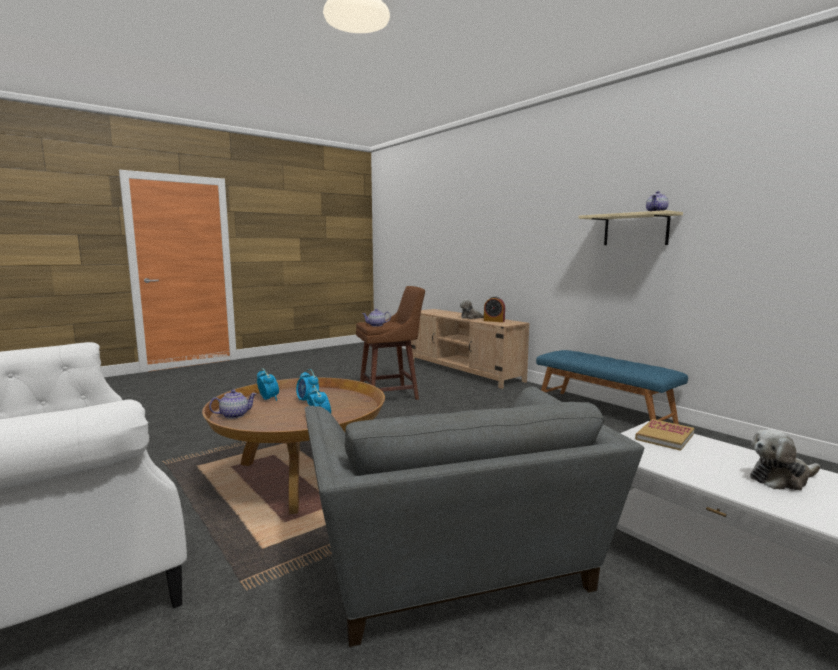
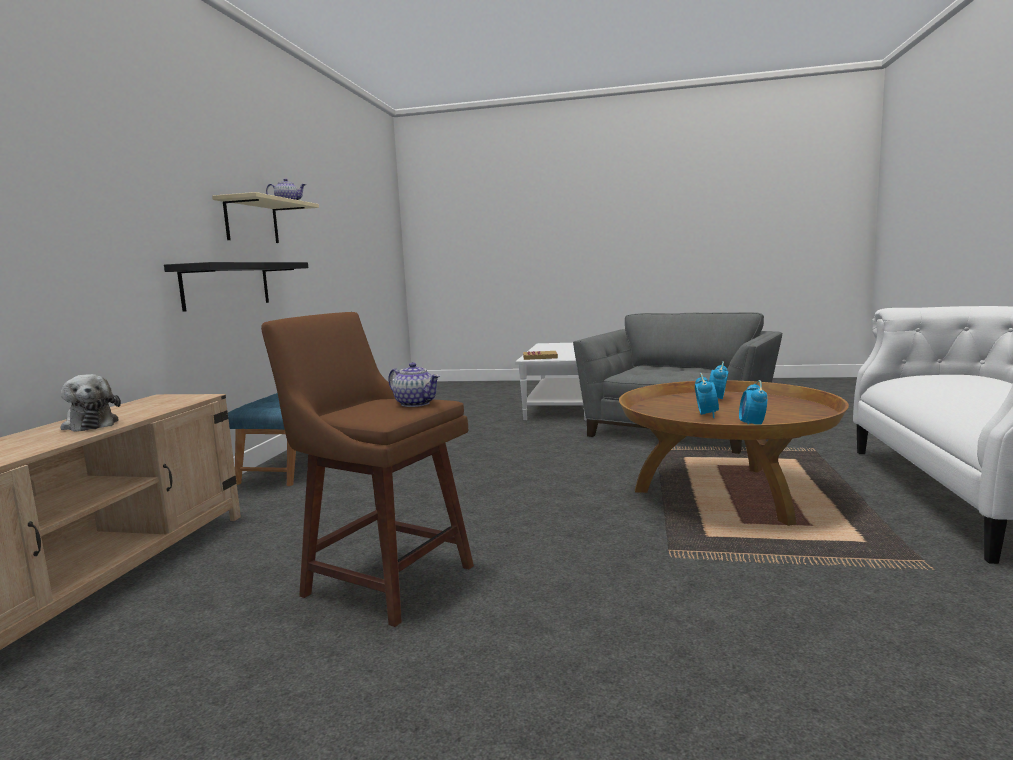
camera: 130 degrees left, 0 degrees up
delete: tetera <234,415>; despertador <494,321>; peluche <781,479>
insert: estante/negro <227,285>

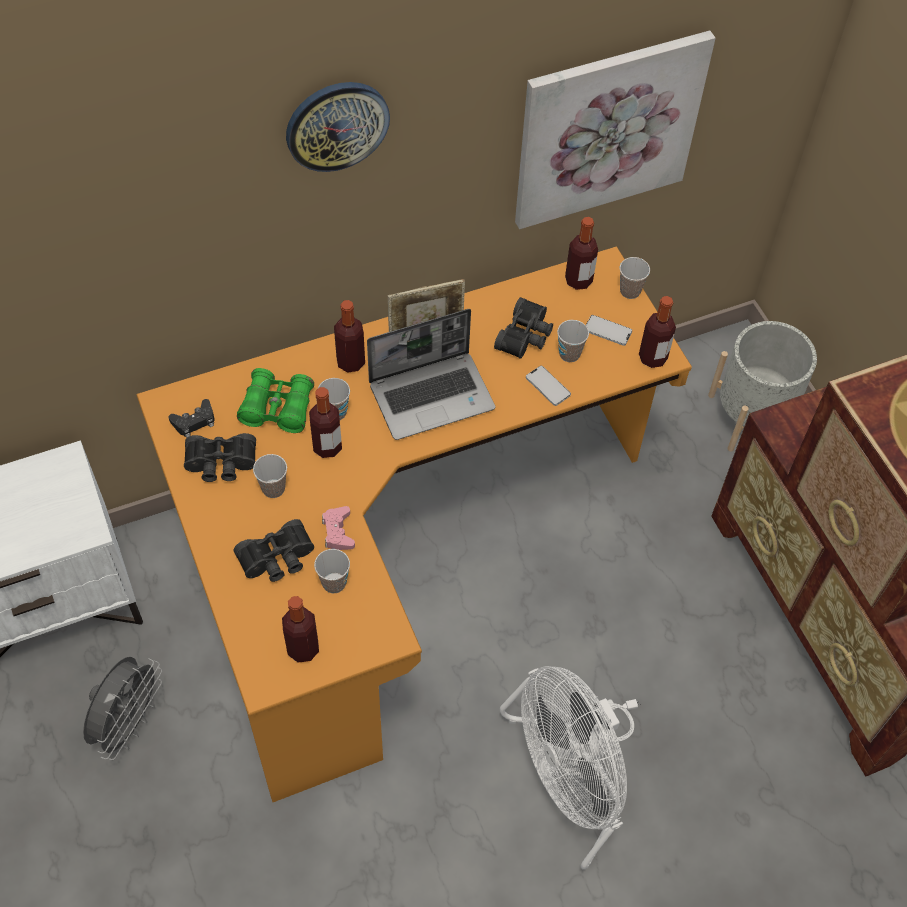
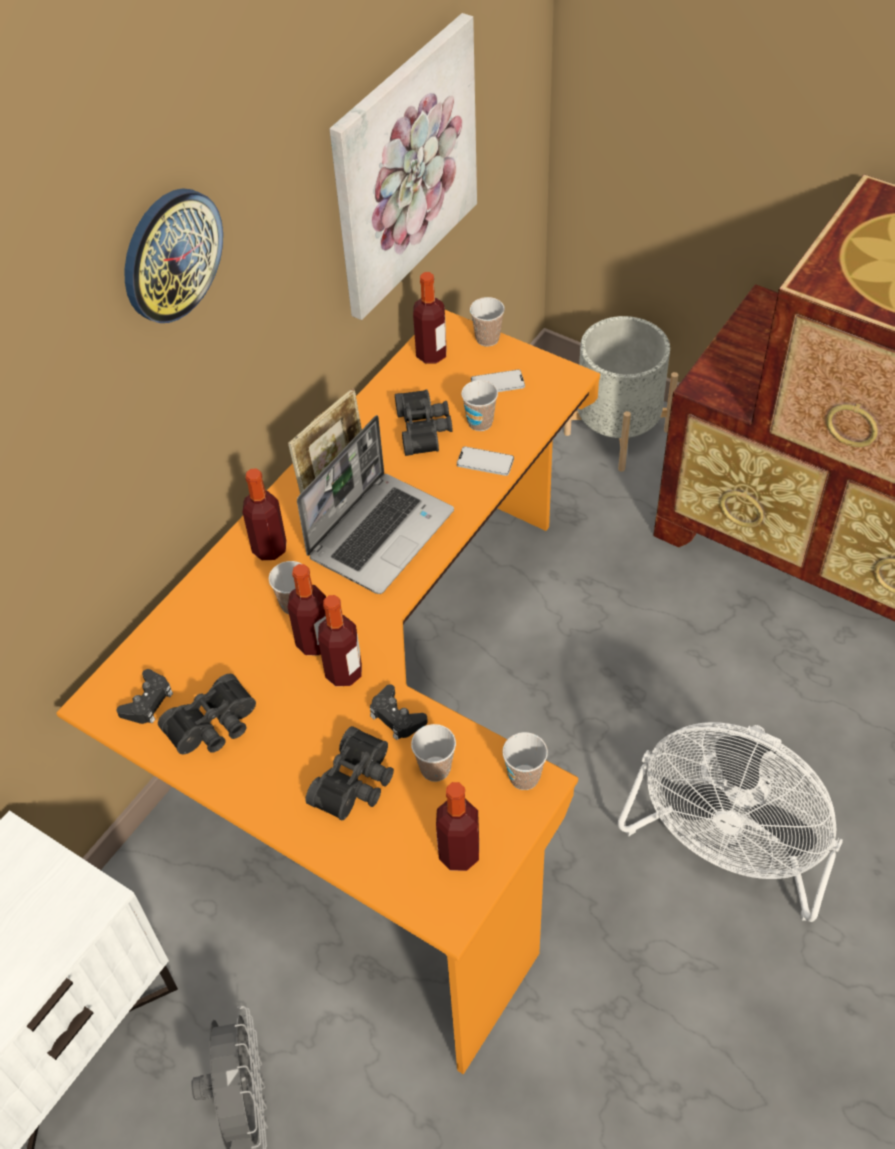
camera: 30 degrees left, 5 degrees down
delete: prismáticos/verde <277,408>
move: taza <273,488> to <524,777>; botella <652,357> to <344,672>
recolor: mando de consola/rosa <338,532> to mando de consola/negro <396,717>

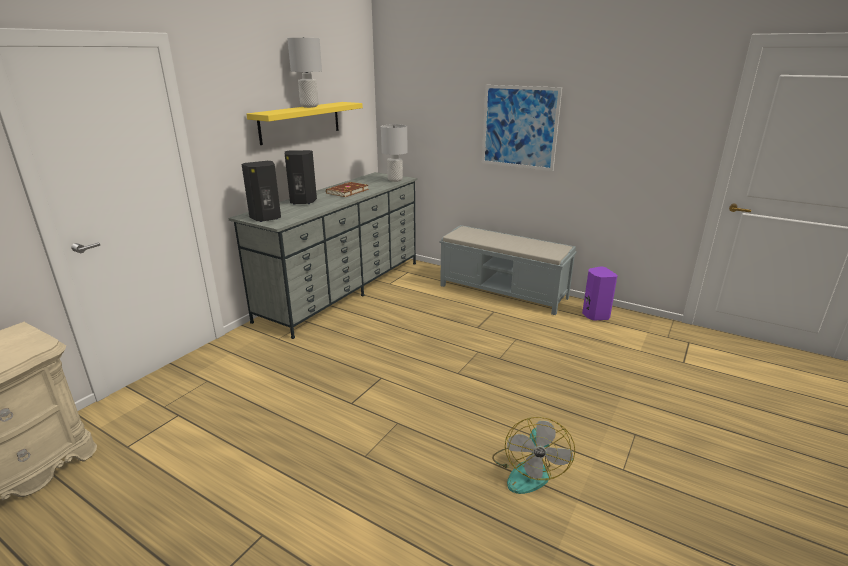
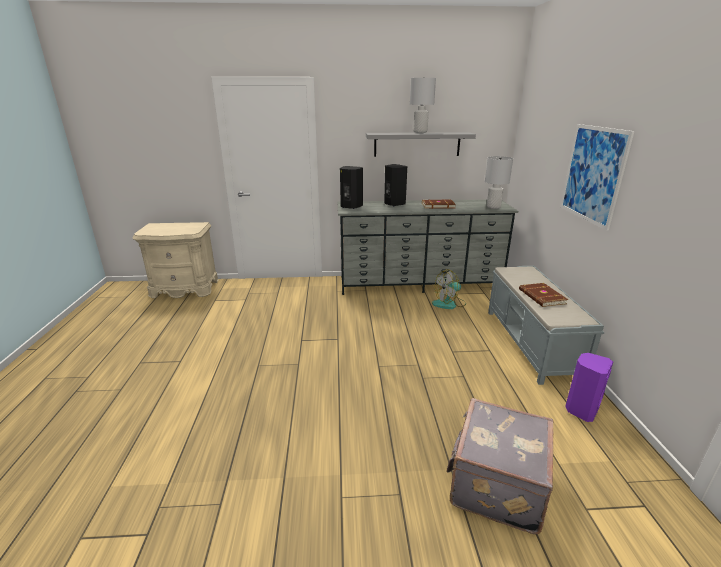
camera: 55 degrees right, 0 degrees up
insert: maleta/gris <495,484>; libro/marrón <541,297>
move: ventilador <528,470> to <449,304>
recolor: estante/amarillo <300,122> to estante/gris <417,144>

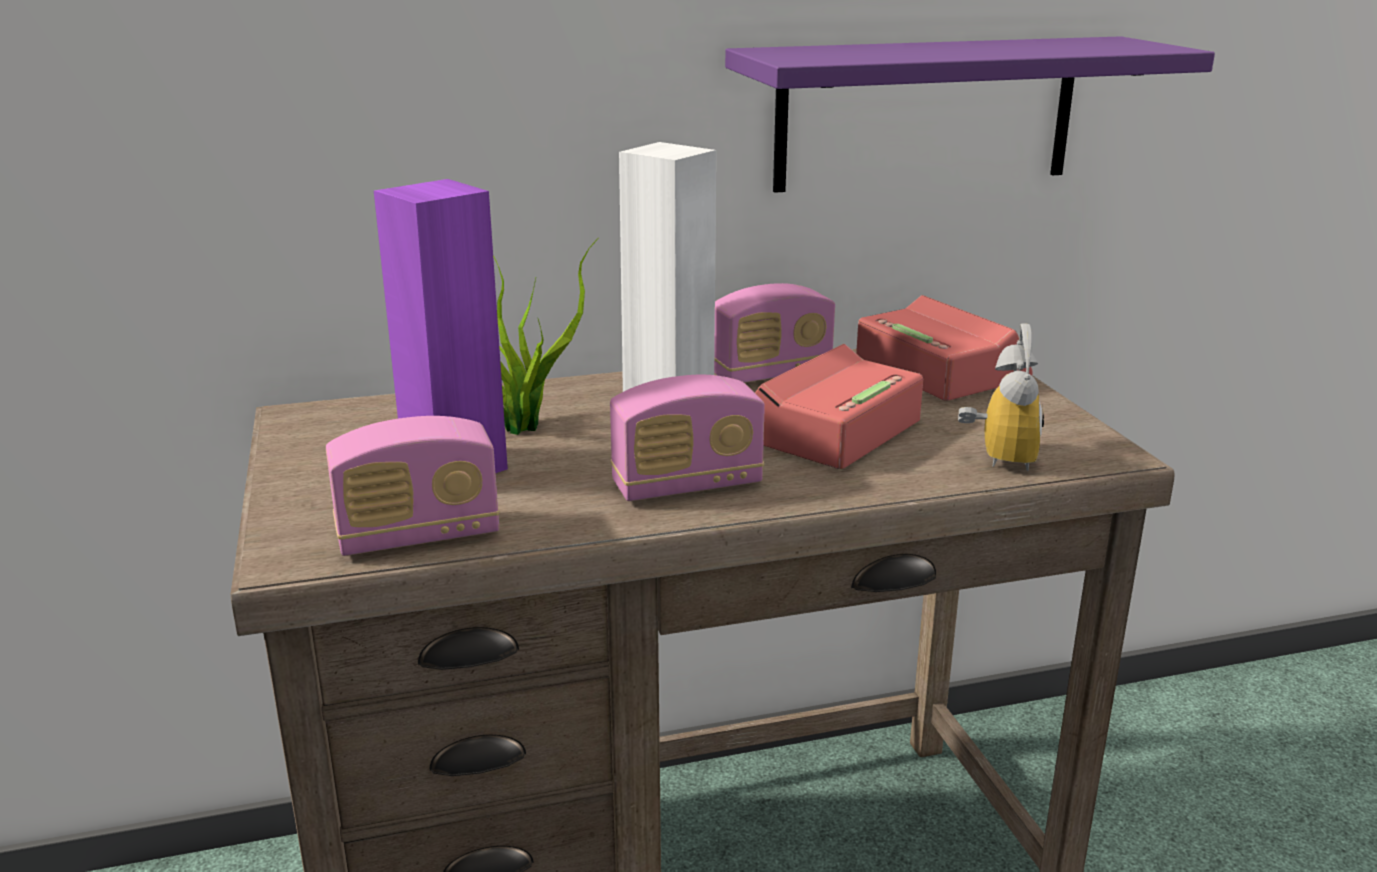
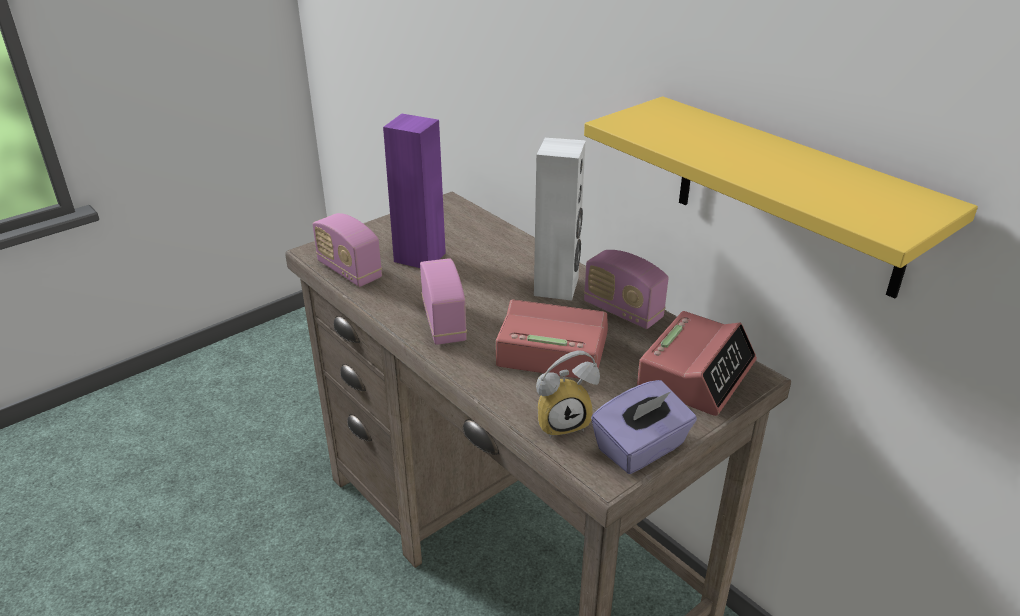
camera: 65 degrees right, 10 degrees up
delete: planta en maceta <526,426>
insert: caja de pañuelos/morado <641,448>
recolor: estante/morado <926,113> to estante/amarillo <788,195>
rotate: radio <687,486> = <444,323> 150 degrees counterclockwise

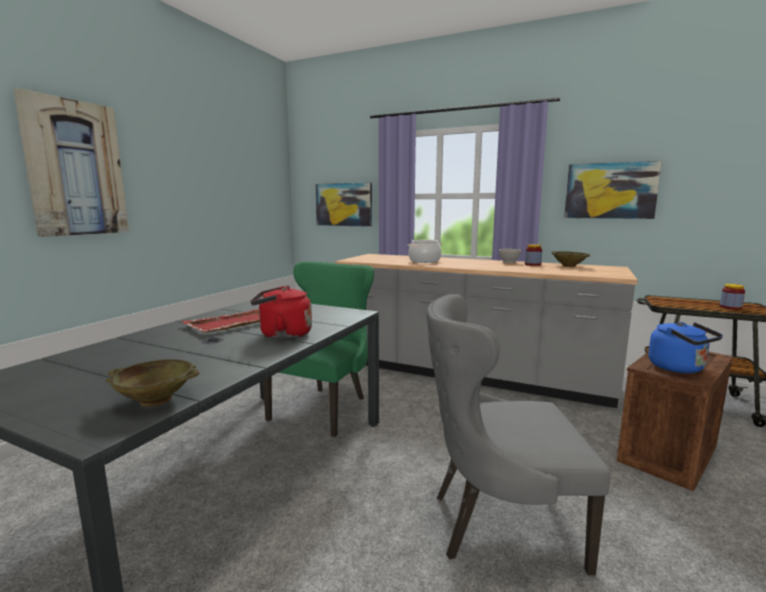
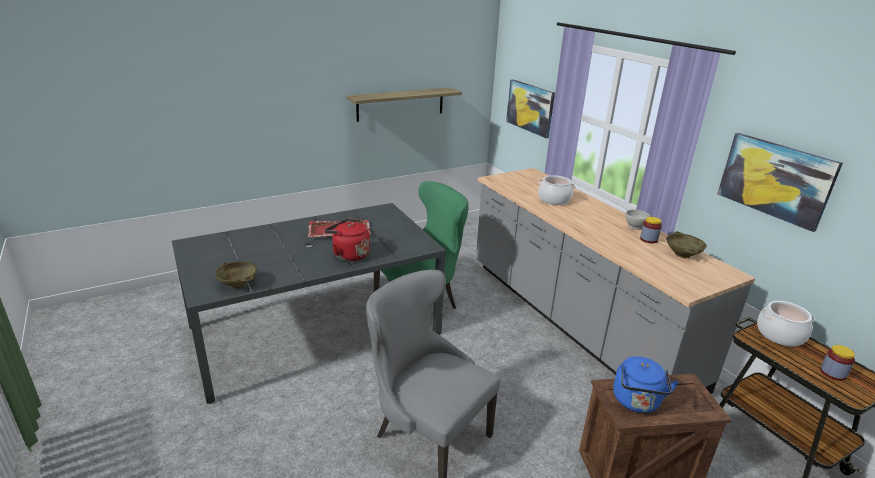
camera: 35 degrees right, 15 degrees up
delete: cuadro <75,168>
insert: estante <400,104>; olla <780,335>

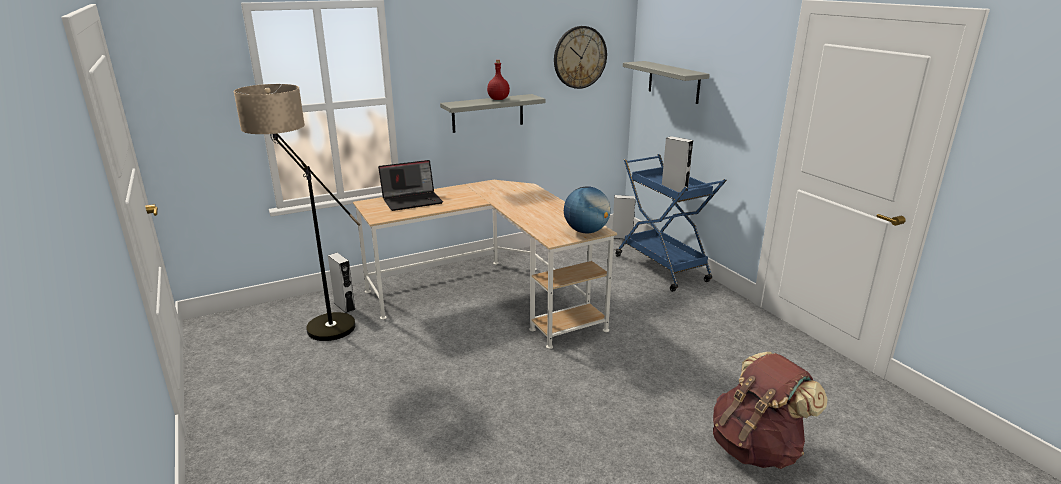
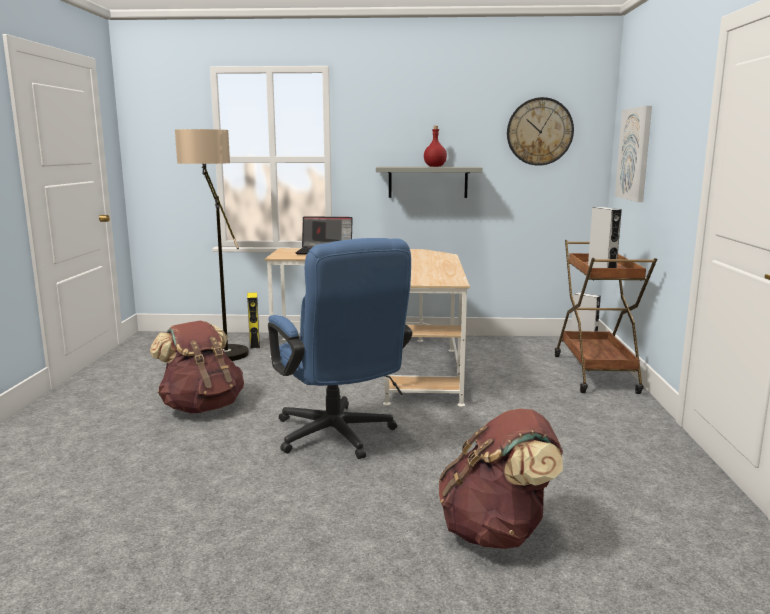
camera: 30 degrees right, 10 degrees down
delete: globo terráqueo <586,231>
insert: mochila/marrón <202,407>; silla de oficina/azul <339,438>
replace: estante/gris <673,82> to cuadro <634,154>
recolor: altavoz/gris <344,306> to altavoz/amarillo <254,344>; carrito/azul <661,269> to carrito/marrón <595,374>

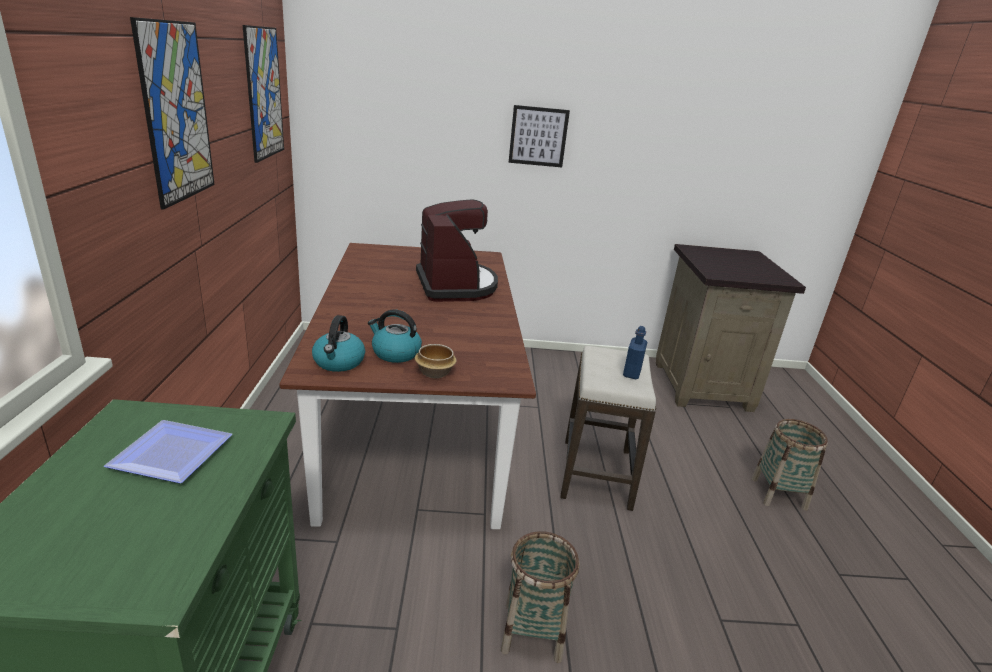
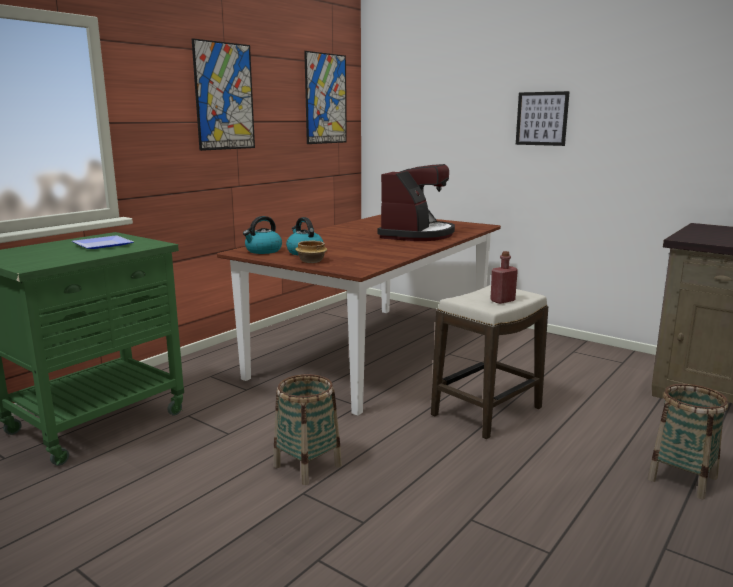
camera: 40 degrees right, 10 degrees down
recolor: botella/azul <631,373> to botella/rojo <502,301>

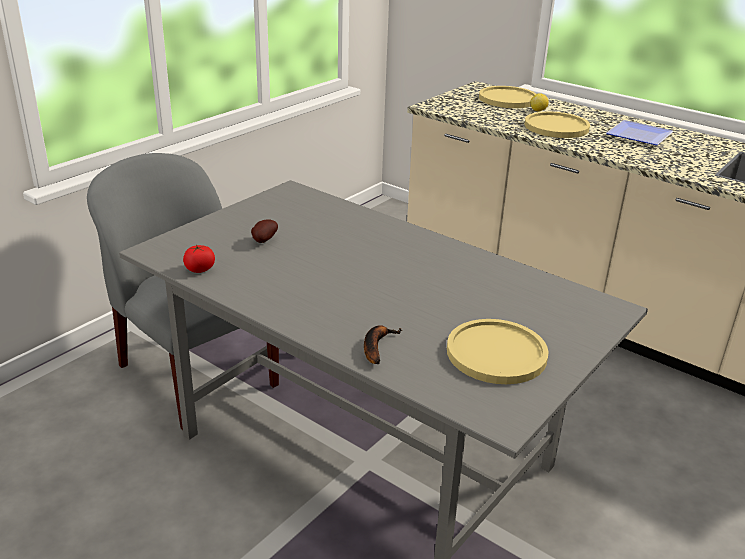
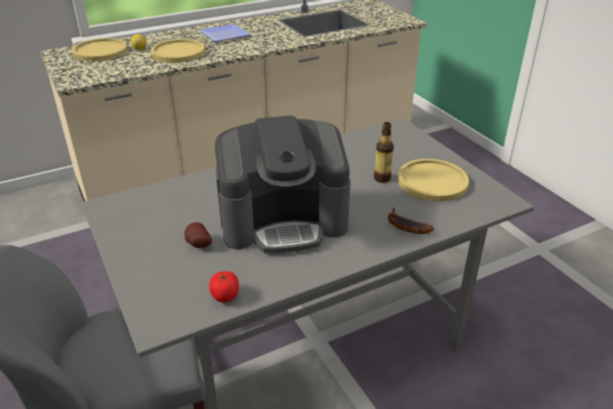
camera: 65 degrees left, 5 degrees up
insert: cafetera <283,220>; botella <382,178>

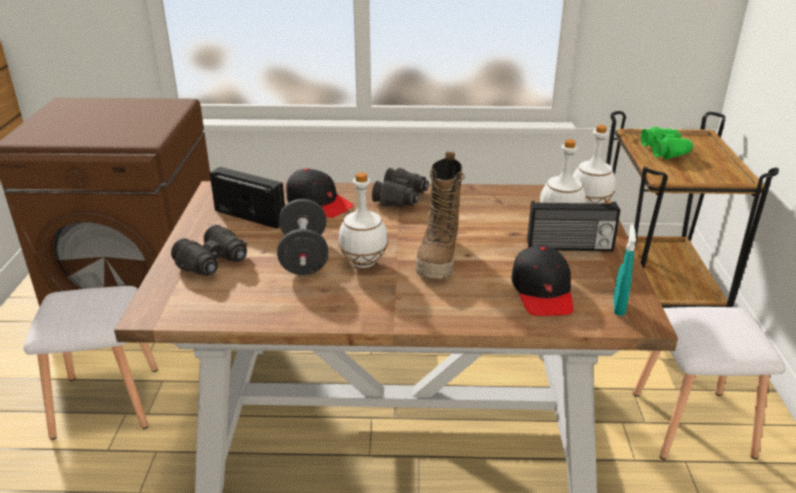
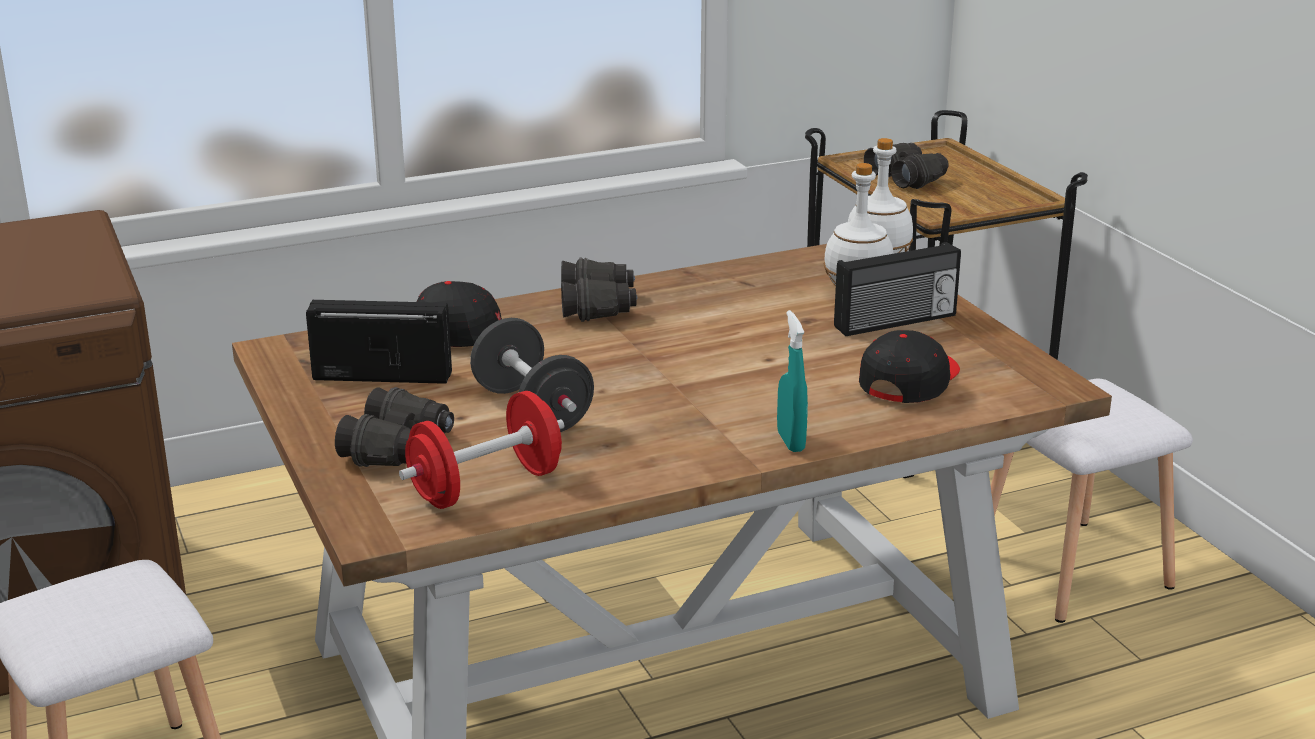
camera: 25 degrees left, 5 degrees down
delete: botella/blanco <363,263>; bota <439,258>
insert: mancuerna/rojo <485,487>
move: pulverizador/turquesa <618,307> to <790,441>
recolor: prismáticos/verde <665,151> to prismáticos/negro <907,178>
rotate: gorra/negro <543,292> = <909,381> 120 degrees counterclockwise

